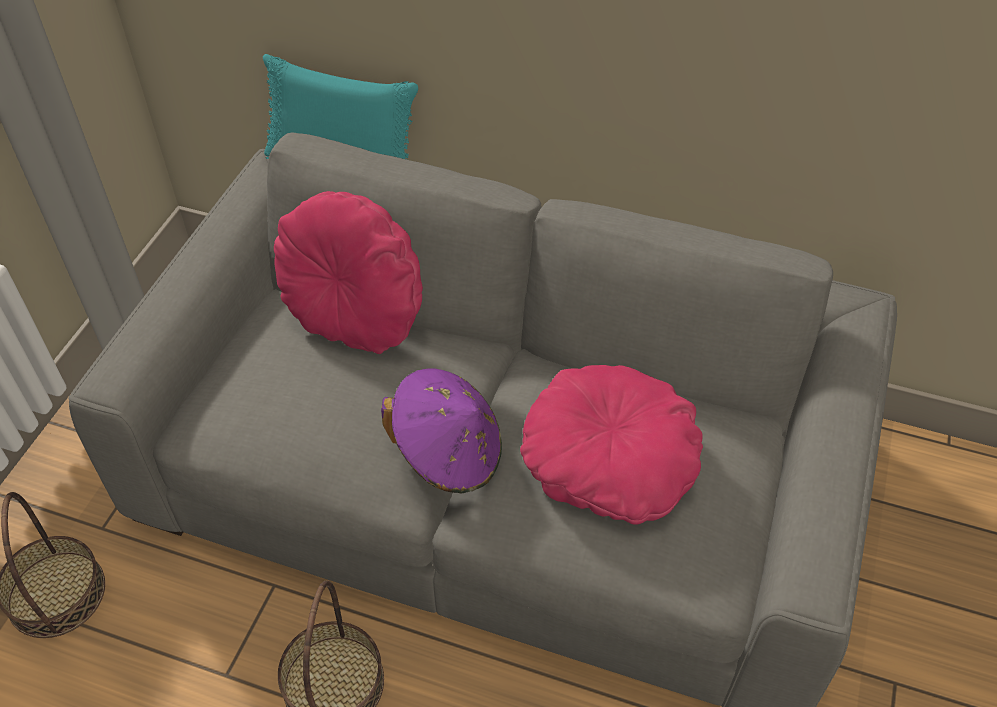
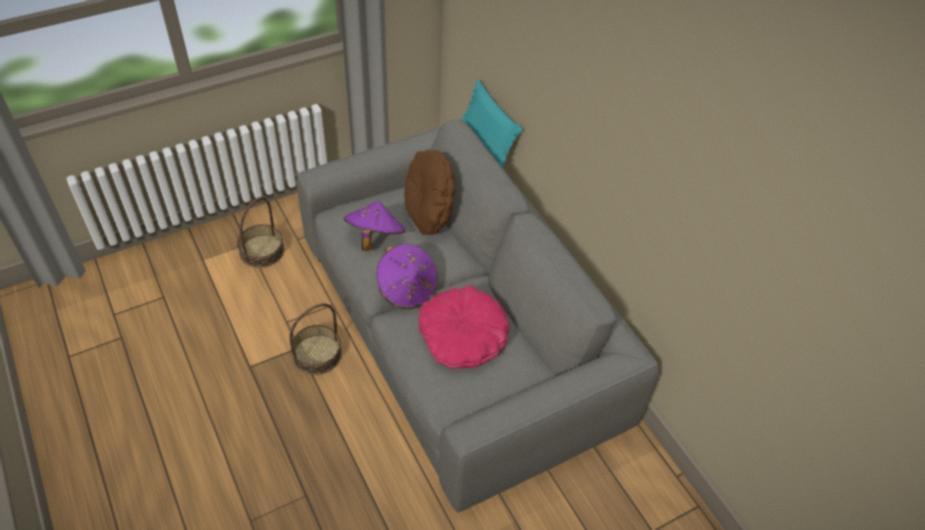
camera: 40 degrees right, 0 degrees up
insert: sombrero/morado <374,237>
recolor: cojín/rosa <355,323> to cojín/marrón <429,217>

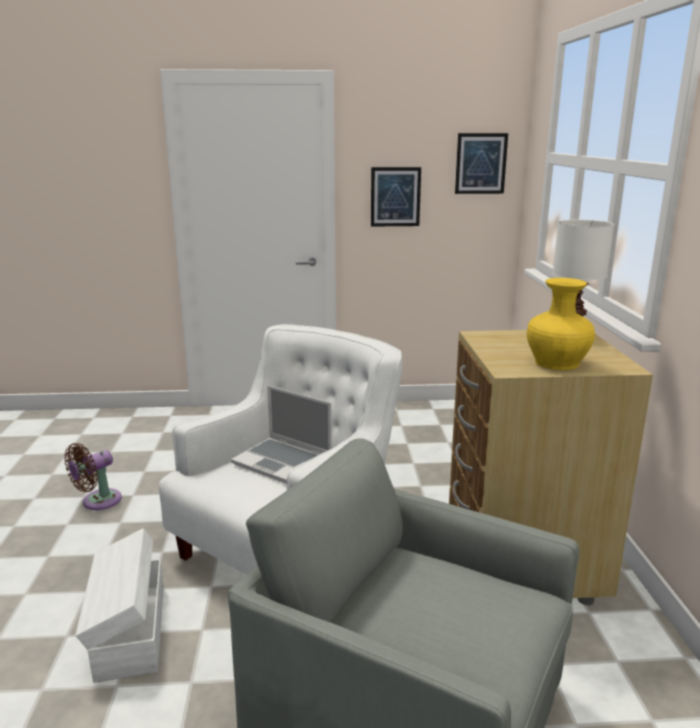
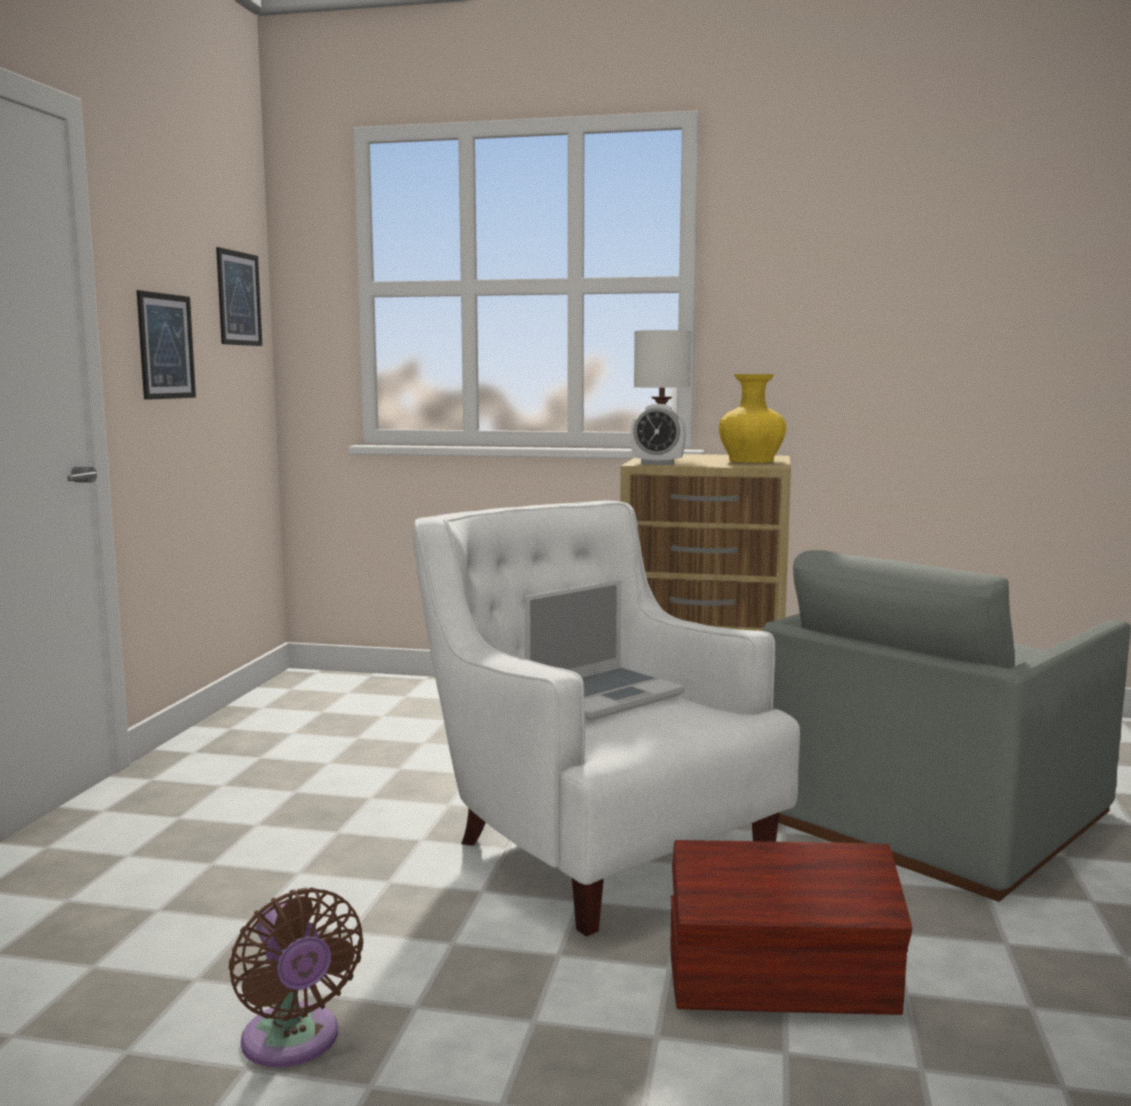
camera: 75 degrees left, 10 degrees down
insert: despertador <657,464>
recolor: caja de almacenaje/blanco <129,632> to caja de almacenaje/marrón <783,985>

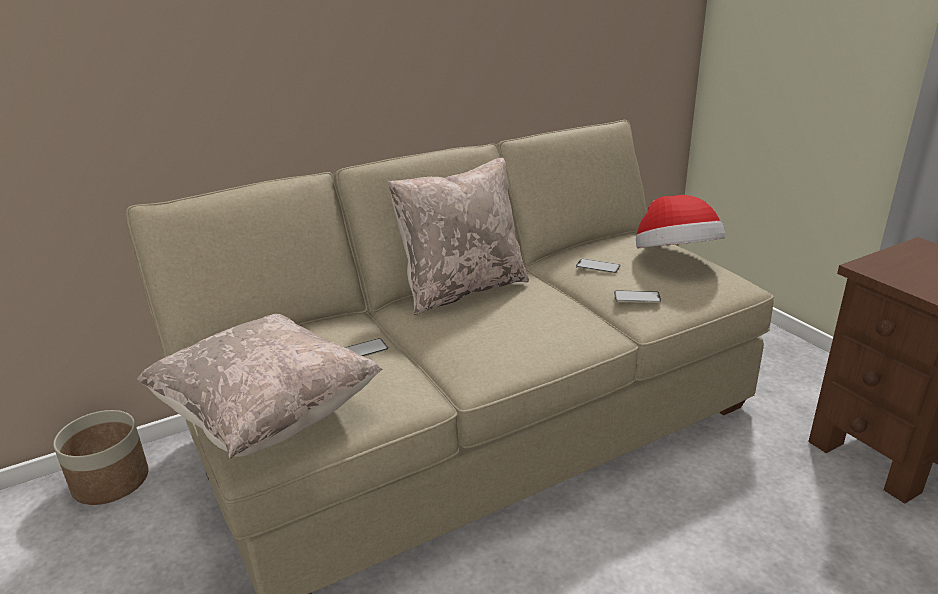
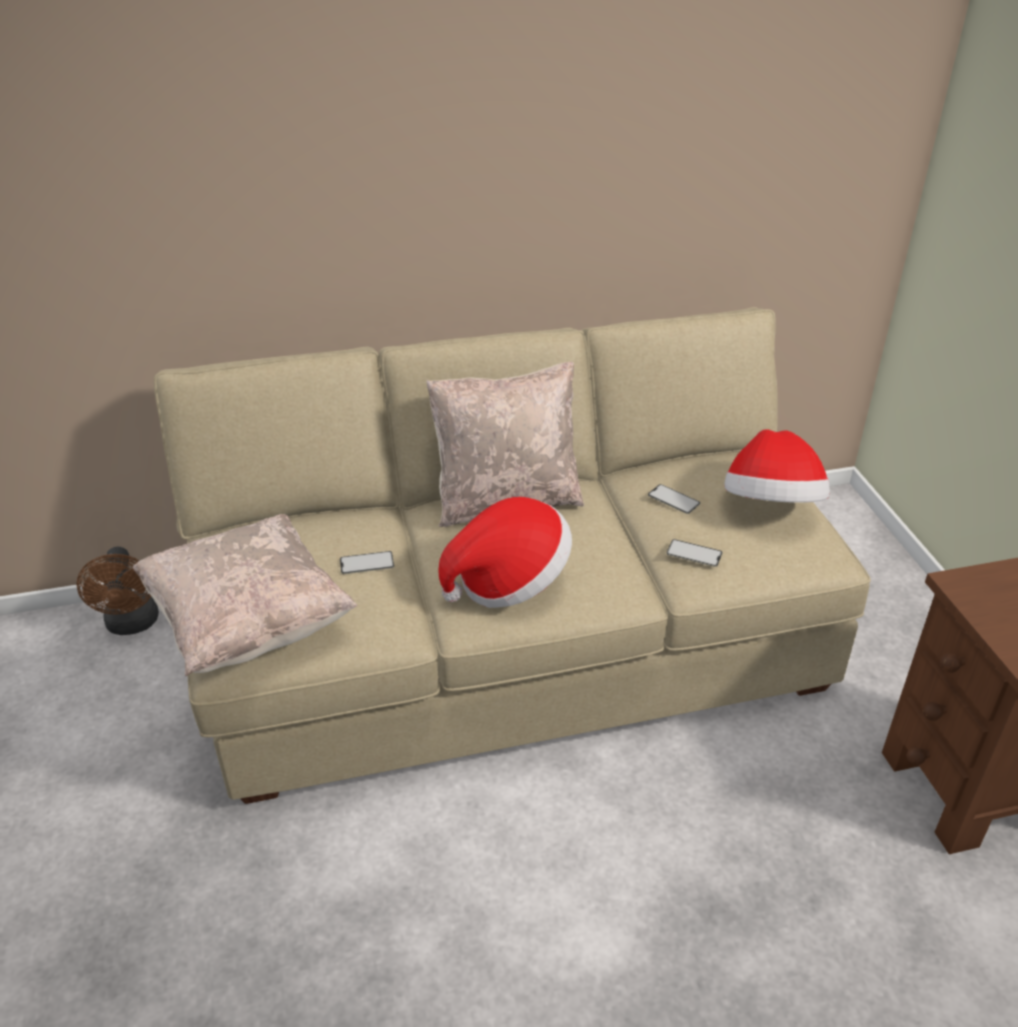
camera: 15 degrees right, 10 degrees up
insert: sombrero <508,581>
replace: maceta <111,481> to ventilador/marrón <132,624>

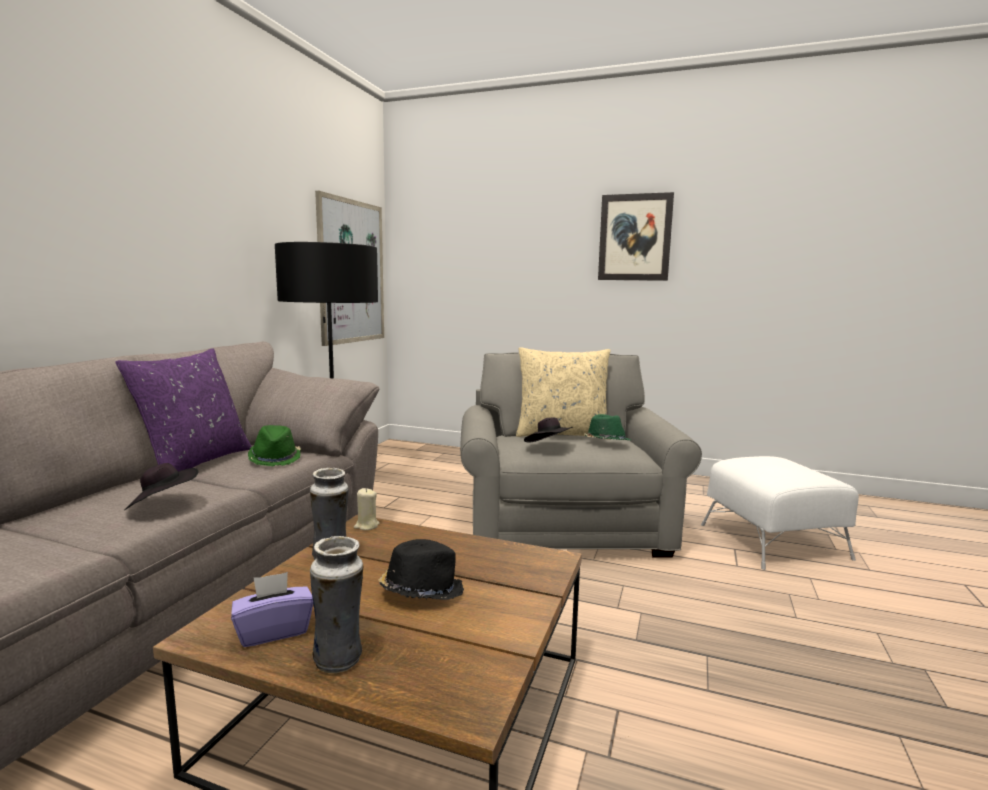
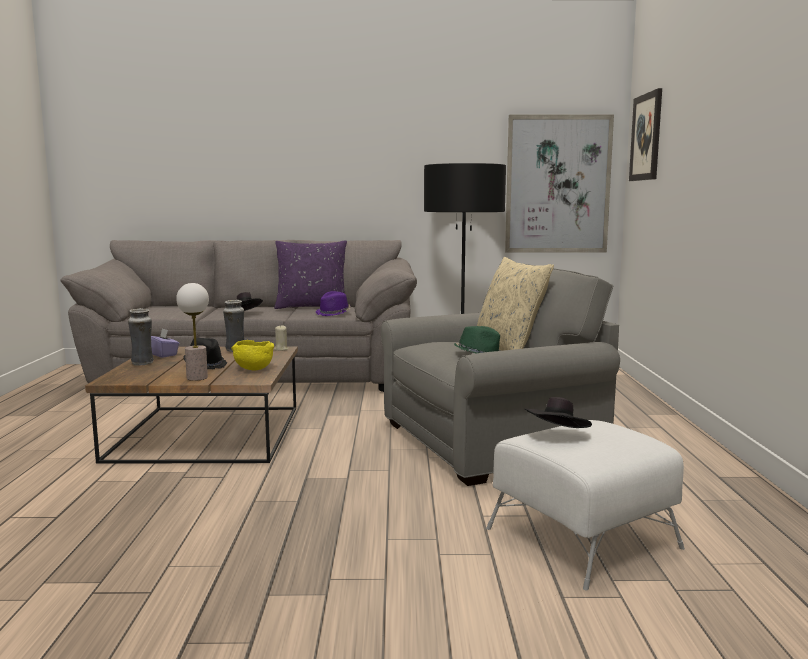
camera: 70 degrees right, 0 degrees up
insert: lámpara de mesa <197,378>; cuenco/amarillo <253,369>
move: sombrero/negro <548,446> to <557,435>; cuadro <635,237> to <646,137>
recolor: sombrero/verde <275,458> to sombrero/morado <334,313>

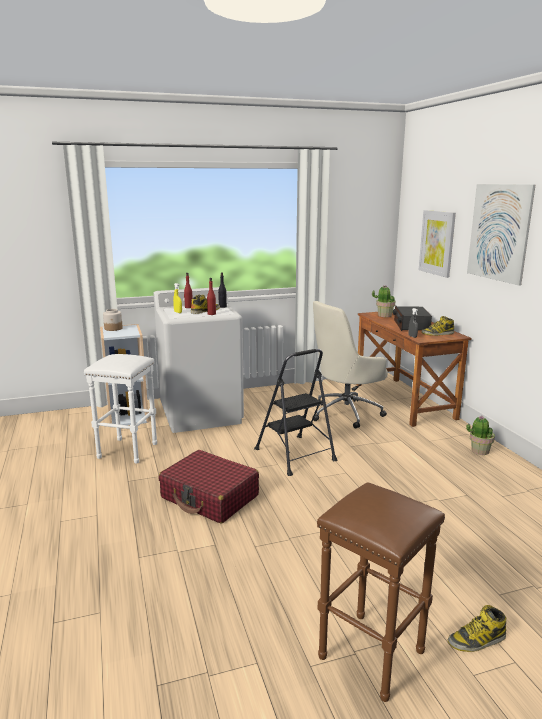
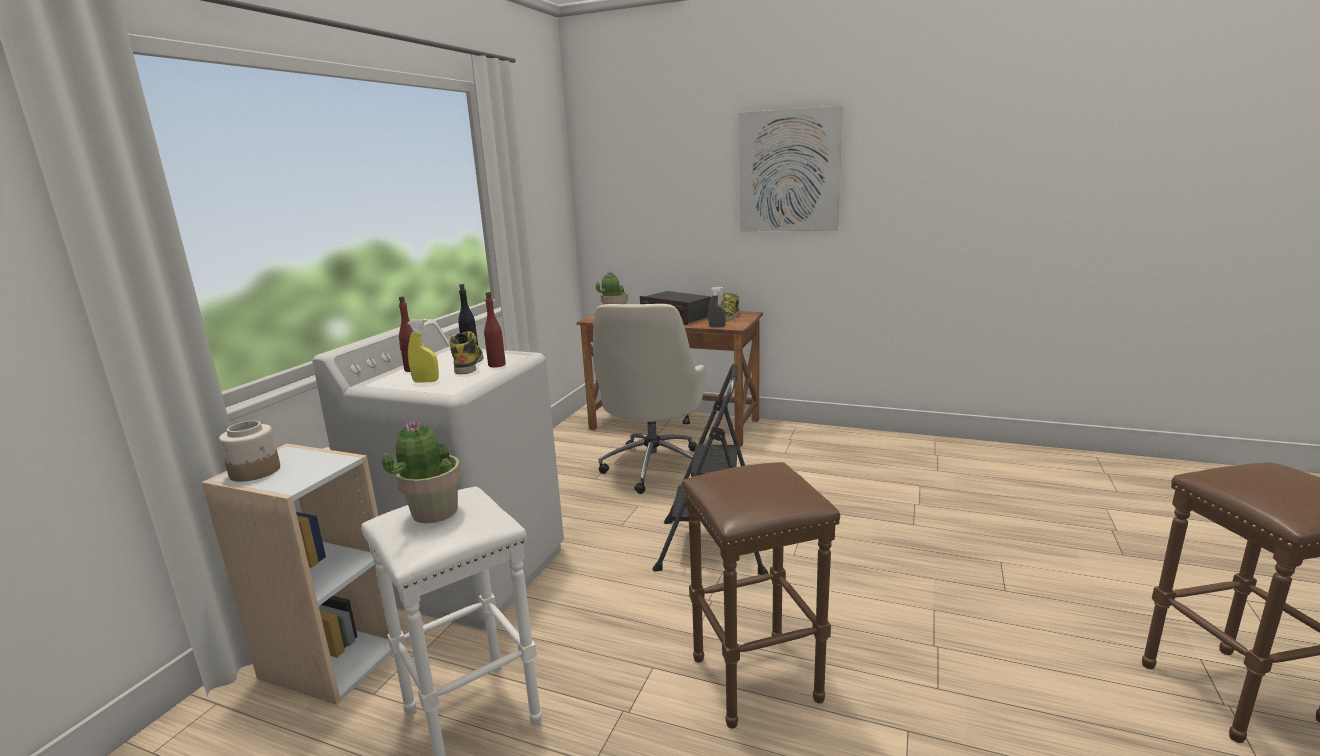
camera: 50 degrees left, 0 degrees up
delete: cuadro <437,243>; bota <477,640>
move: planta en maceta <479,451> to <433,512>
replace: maleta/rojo <210,497> to taburete/marrón <757,676>

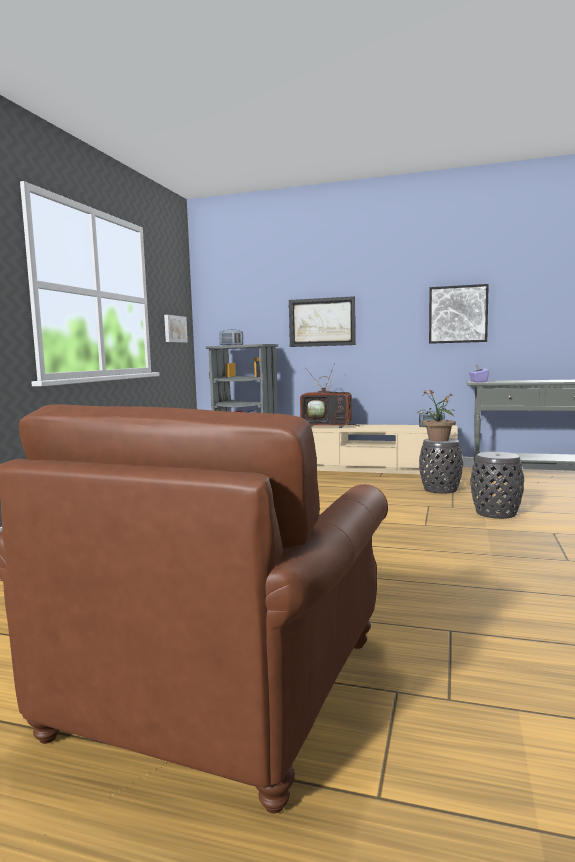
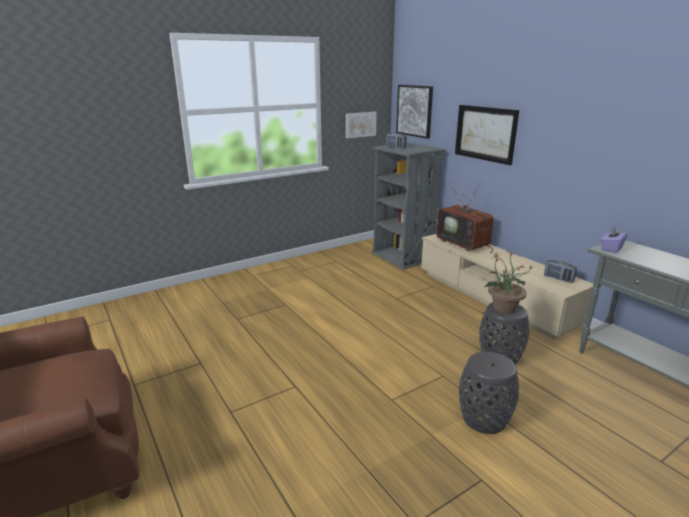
camera: 40 degrees right, 15 degrees up
move: cuadro <458,314> to <414,111>

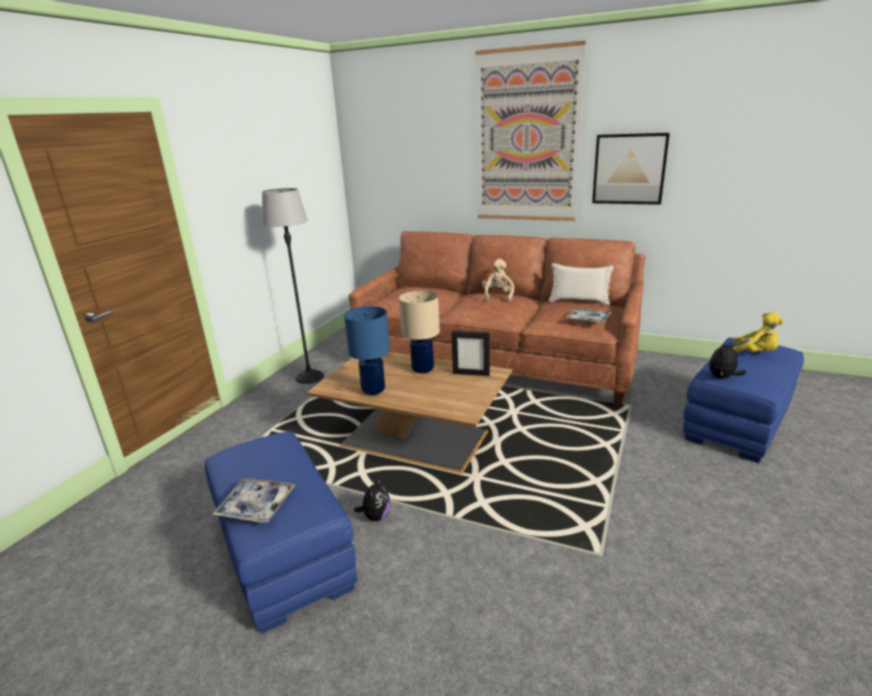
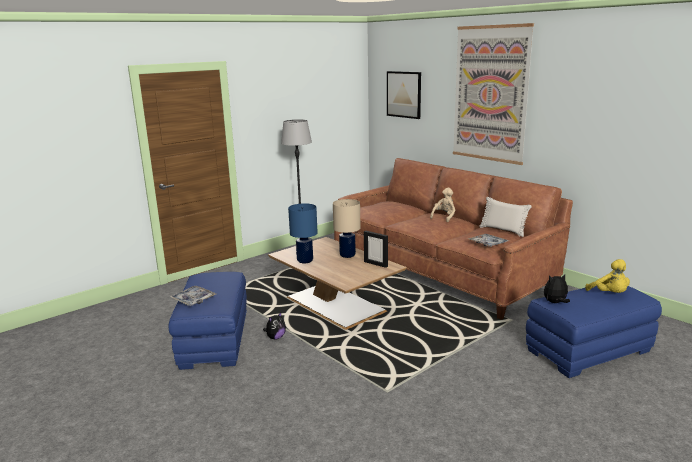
camera: 25 degrees right, 5 degrees down
move: cuadro <629,169> to <404,94>

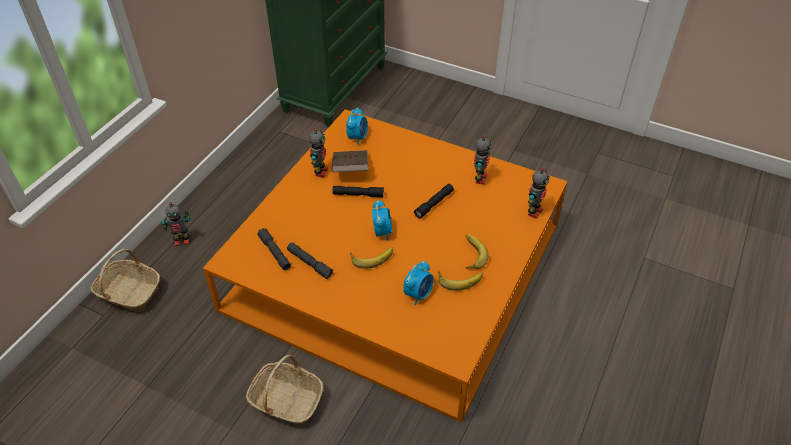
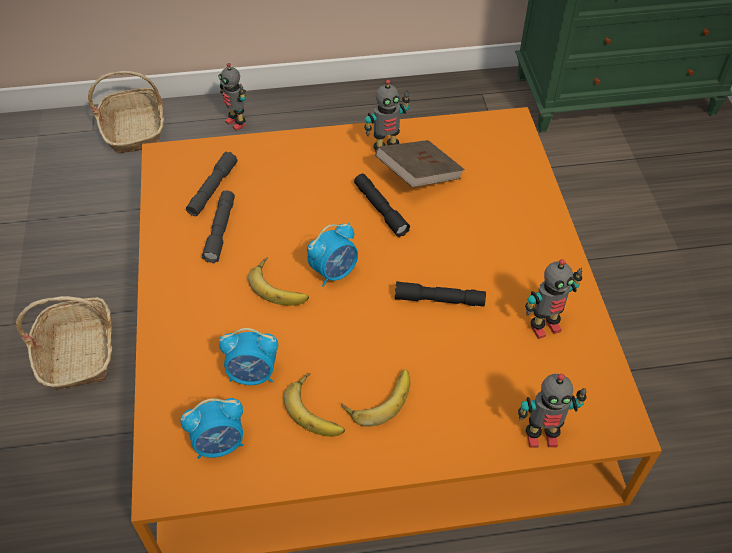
camera: 55 degrees right, 5 degrees up
move: despertador <357,137> to <220,444>

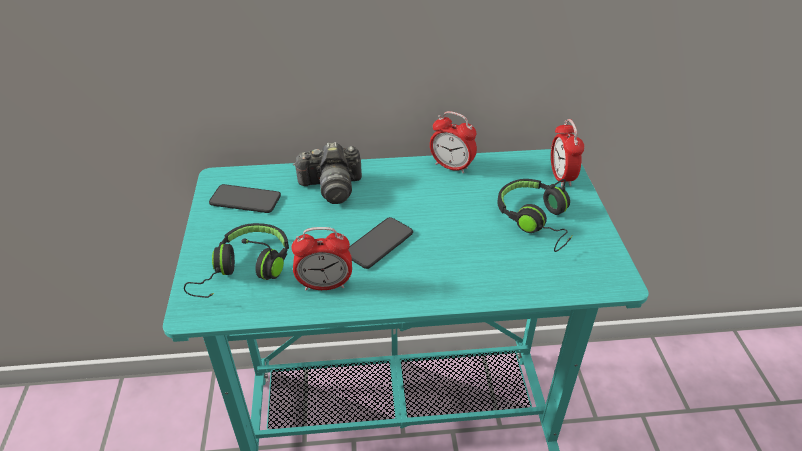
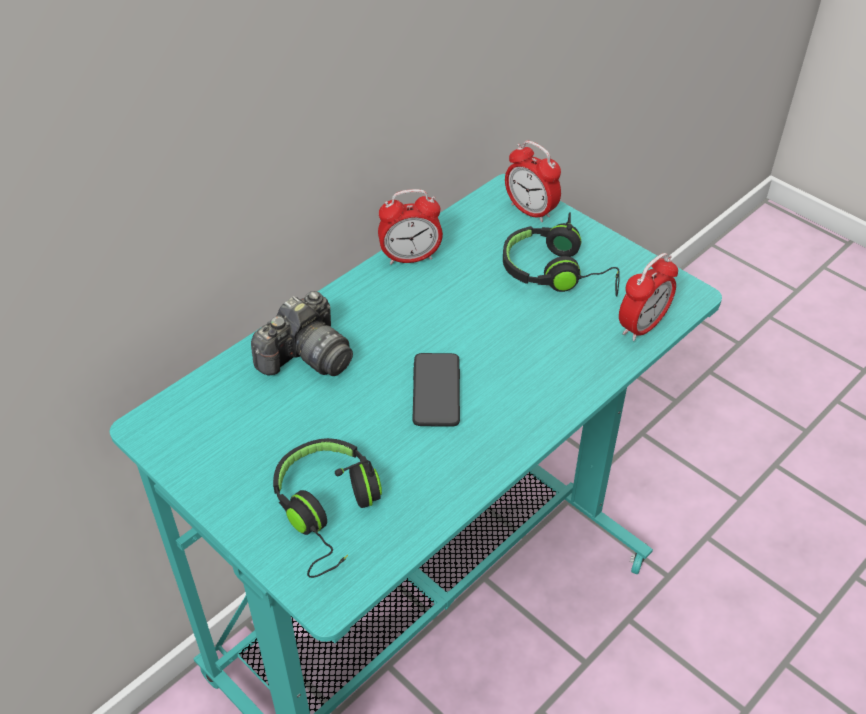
camera: 40 degrees left, 5 degrees up
delete: móvil <245,200>
move: despertador <325,285> to <642,326>

